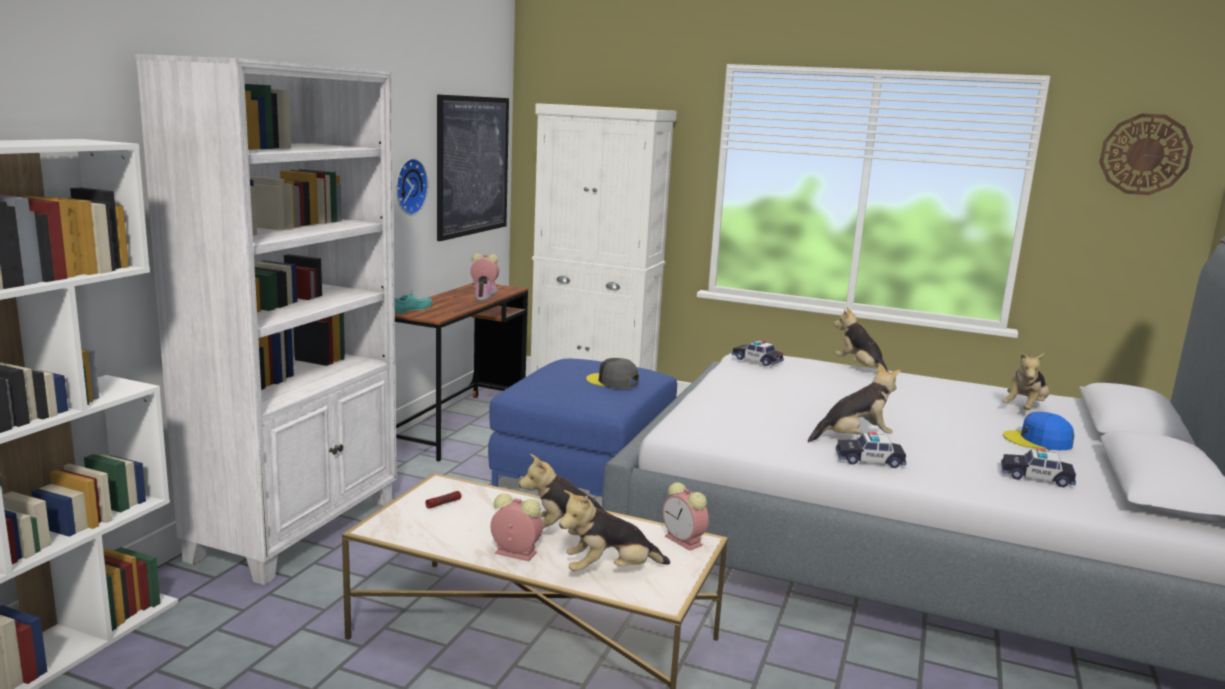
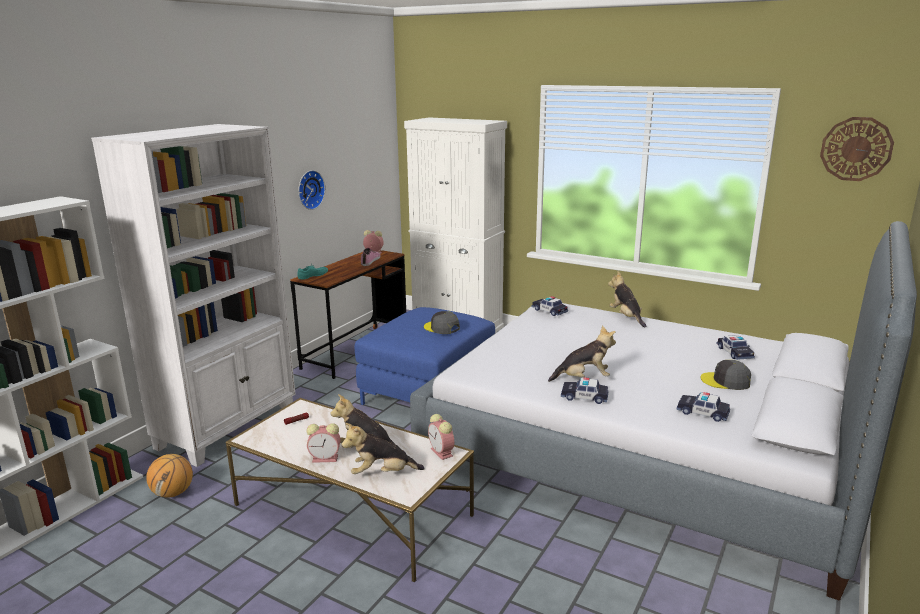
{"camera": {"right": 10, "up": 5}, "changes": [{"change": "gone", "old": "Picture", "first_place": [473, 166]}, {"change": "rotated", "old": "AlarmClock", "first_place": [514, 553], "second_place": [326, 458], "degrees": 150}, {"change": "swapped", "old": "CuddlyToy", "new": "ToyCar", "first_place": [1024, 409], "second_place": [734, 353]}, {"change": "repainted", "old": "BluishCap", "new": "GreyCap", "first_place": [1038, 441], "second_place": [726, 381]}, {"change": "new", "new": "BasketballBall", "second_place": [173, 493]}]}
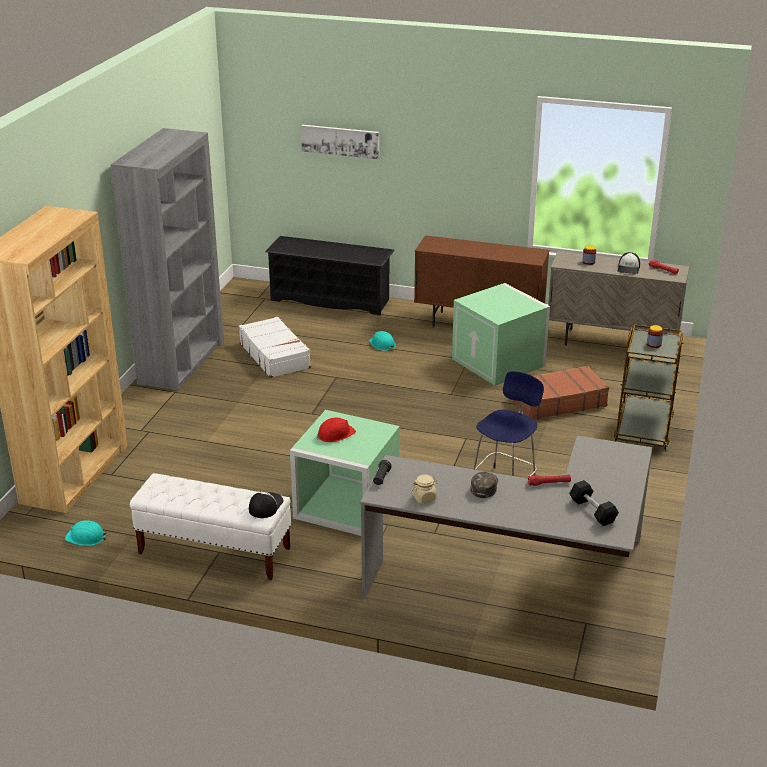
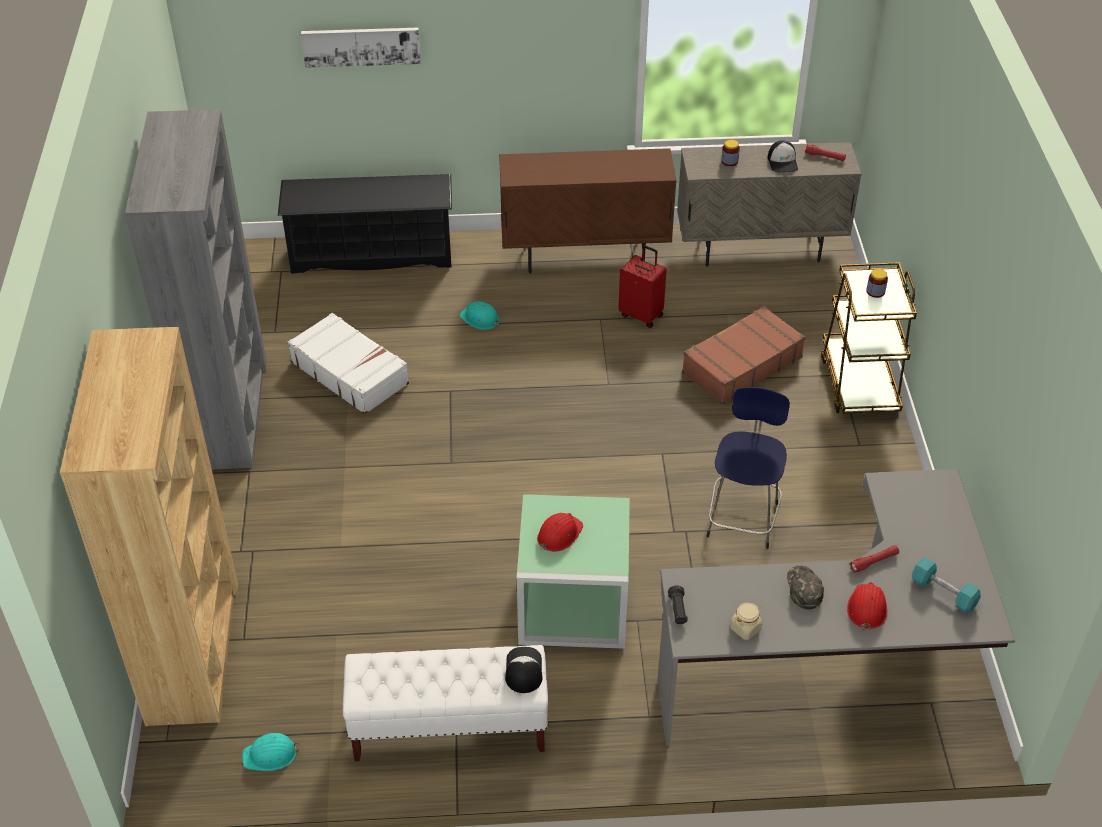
{"camera": {"right": -20, "up": 15}, "changes": [{"change": "swapped", "old": "GreenColouredStorageBin", "new": "RedColouredPieceOfLuggage", "first_place": [500, 362], "second_place": [642, 315]}, {"change": "repainted", "old": "BlackishDumbbell", "new": "TurquoiseDumbbell", "first_place": [592, 511], "second_place": [943, 593]}, {"change": "new", "new": "RedColouredWorkHelmet", "second_place": [867, 608]}]}
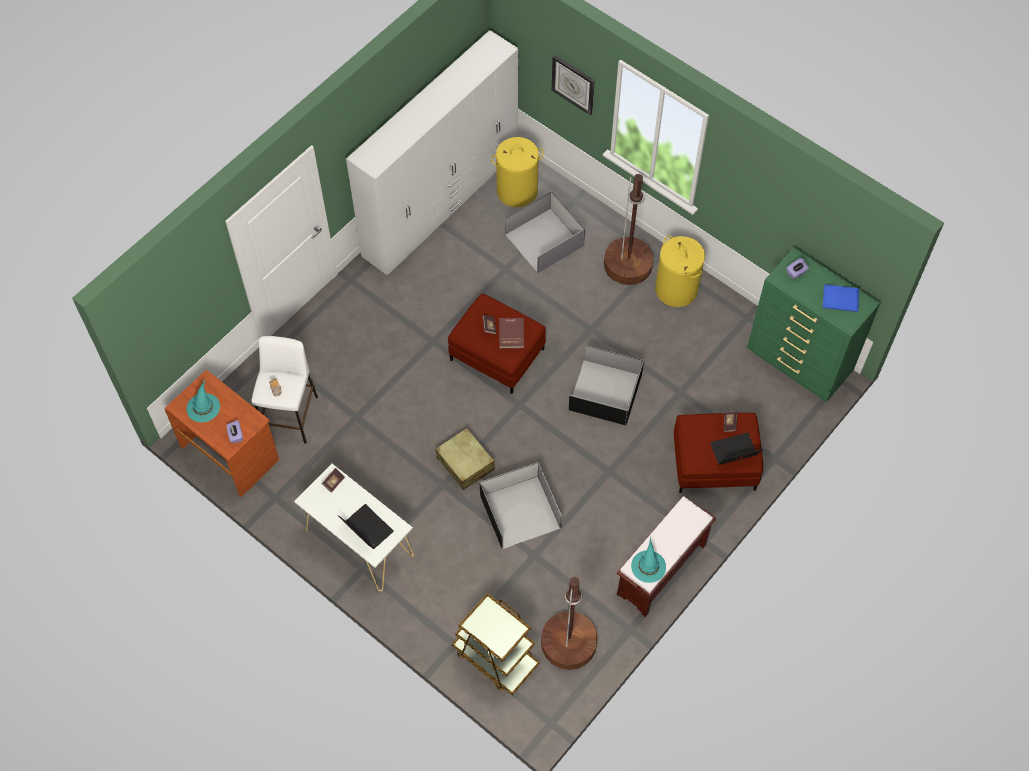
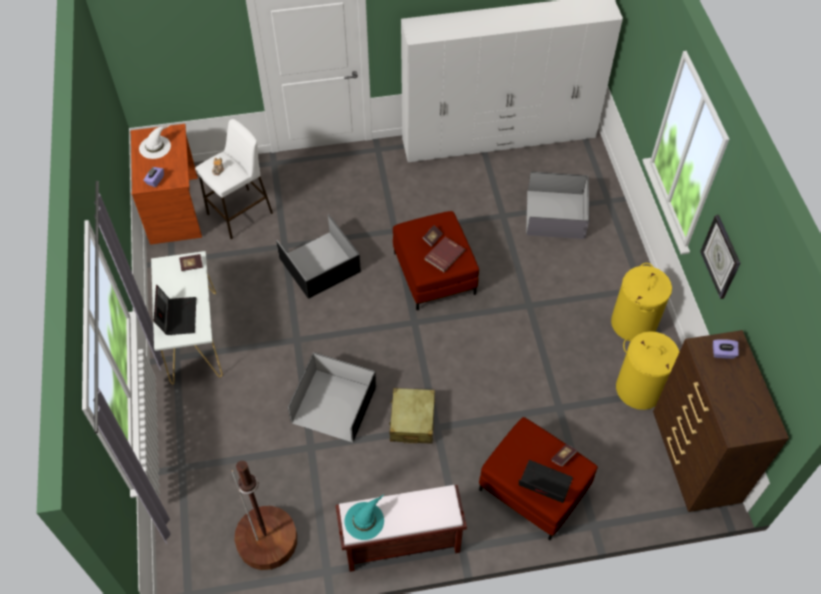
{"camera": {"right": 40, "up": -5}, "changes": [{"change": "repainted", "old": "TurquoiseWearableHat", "new": "WhiteColouredWearableHat", "first_place": [203, 407], "second_place": [155, 146]}, {"change": "shifted", "old": "BeigeColouredPieceOfLuggage", "first_place": [465, 463], "second_place": [412, 421]}, {"change": "gone", "old": "BrownColouredWheeledCart", "first_place": [495, 657]}, {"change": "shifted", "old": "YellowishHamper", "first_place": [517, 191], "second_place": [639, 388]}, {"change": "shifted", "old": "ClockOnTheWall", "first_place": [573, 84], "second_place": [721, 257]}, {"change": "shifted", "old": "BlackishStorageBin", "first_place": [605, 391], "second_place": [320, 264]}, {"change": "gone", "old": "BrownColouredStandingLamp", "first_place": [628, 264]}, {"change": "repainted", "old": "GreenColouredDresser", "new": "BrownColouredDresser", "first_place": [798, 363], "second_place": [693, 460]}, {"change": "gone", "old": "BluishVolume", "first_place": [840, 298]}]}
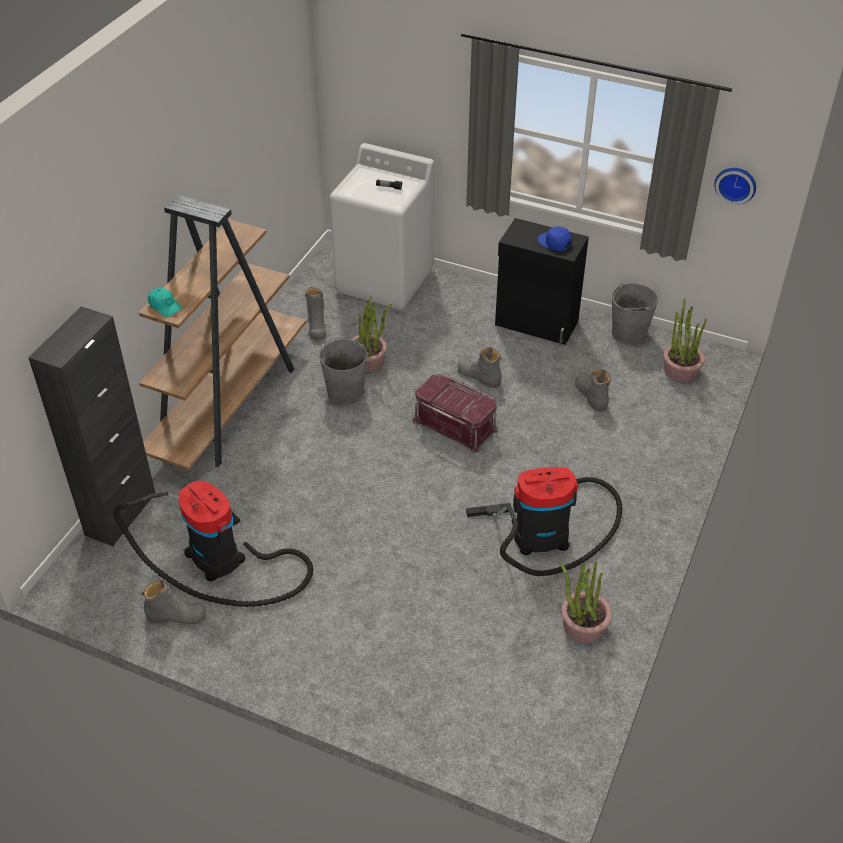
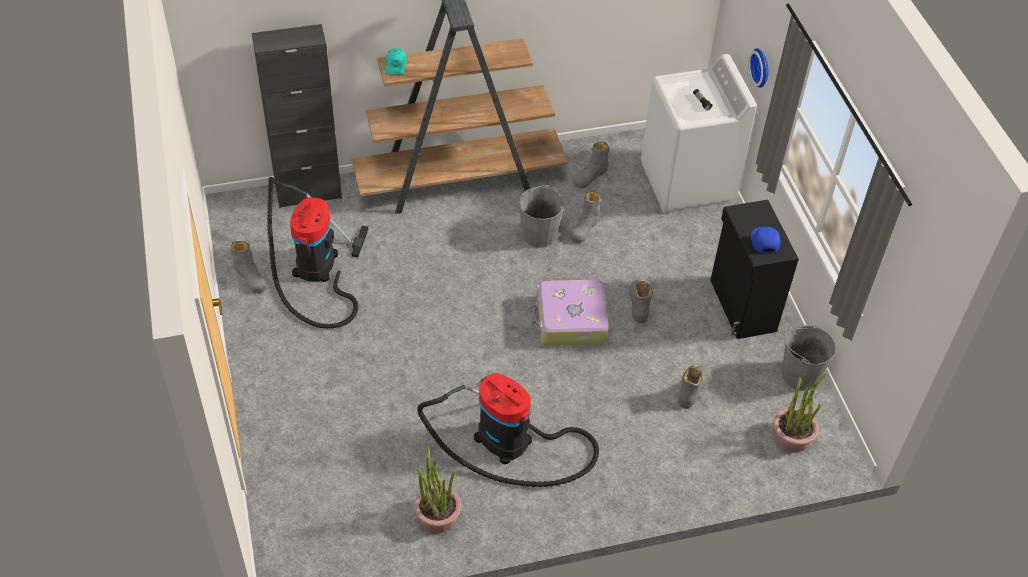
{"camera": {"right": 50, "up": 5}, "changes": [{"change": "swapped", "old": "PottedPlant", "new": "GreyHighTopBoot", "first_place": [367, 361], "second_place": [584, 228]}, {"change": "swapped", "old": "RedColouredStorageBin", "new": "PieceOfLuggage", "first_place": [455, 424], "second_place": [570, 320]}, {"change": "shifted", "old": "ClockOnTheWall", "first_place": [736, 184], "second_place": [762, 67]}]}
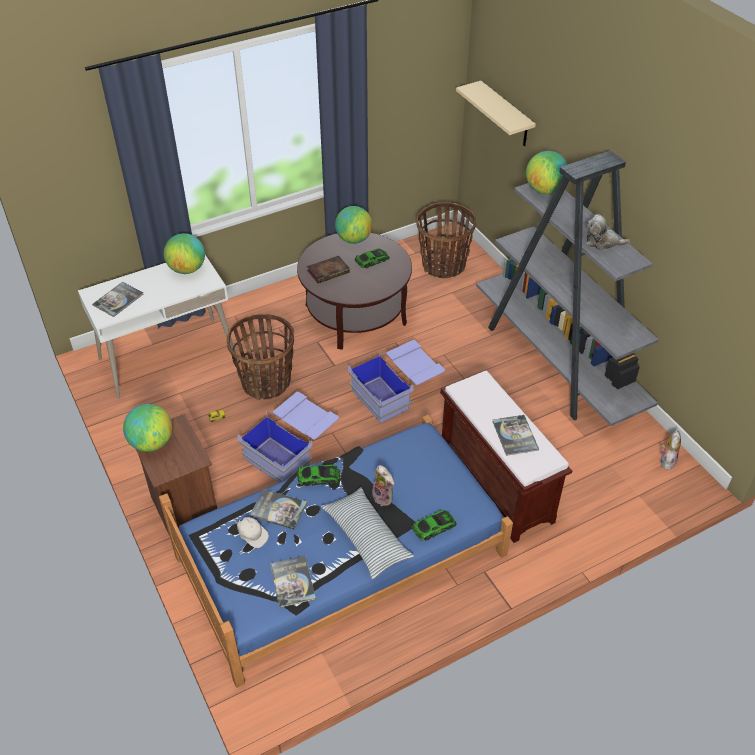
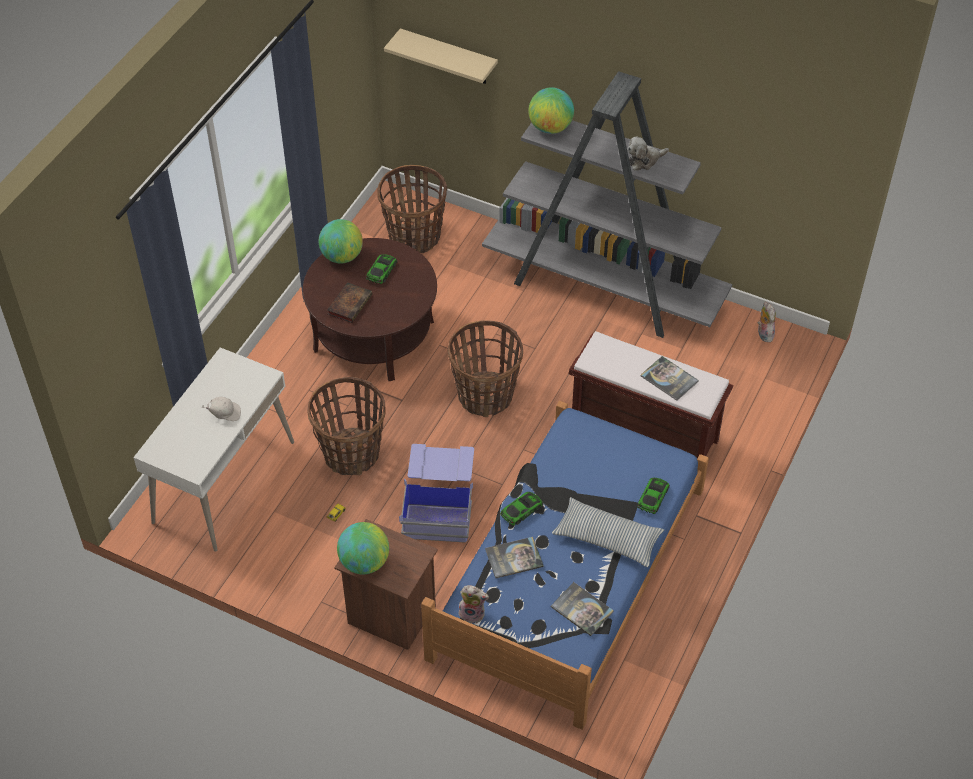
{"camera": {"right": -35, "up": 5}, "changes": [{"change": "gone", "old": "Volume", "first_place": [118, 300]}, {"change": "gone", "old": "Globe", "first_place": [187, 269]}, {"change": "shifted", "old": "WhiteColouredCap", "first_place": [252, 536], "second_place": [225, 413]}, {"change": "swapped", "old": "BluishStorageBin", "new": "Basket", "first_place": [397, 392], "second_place": [485, 395]}, {"change": "shifted", "old": "CuddlyToy", "first_place": [384, 497], "second_place": [473, 613]}]}
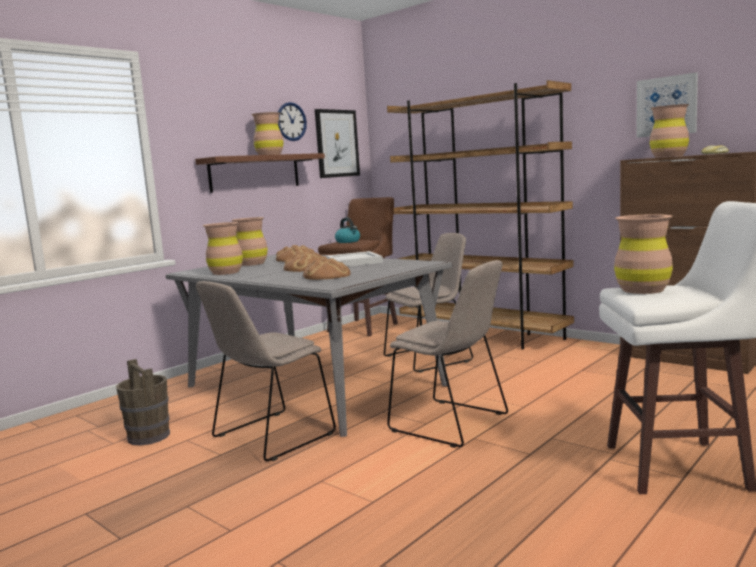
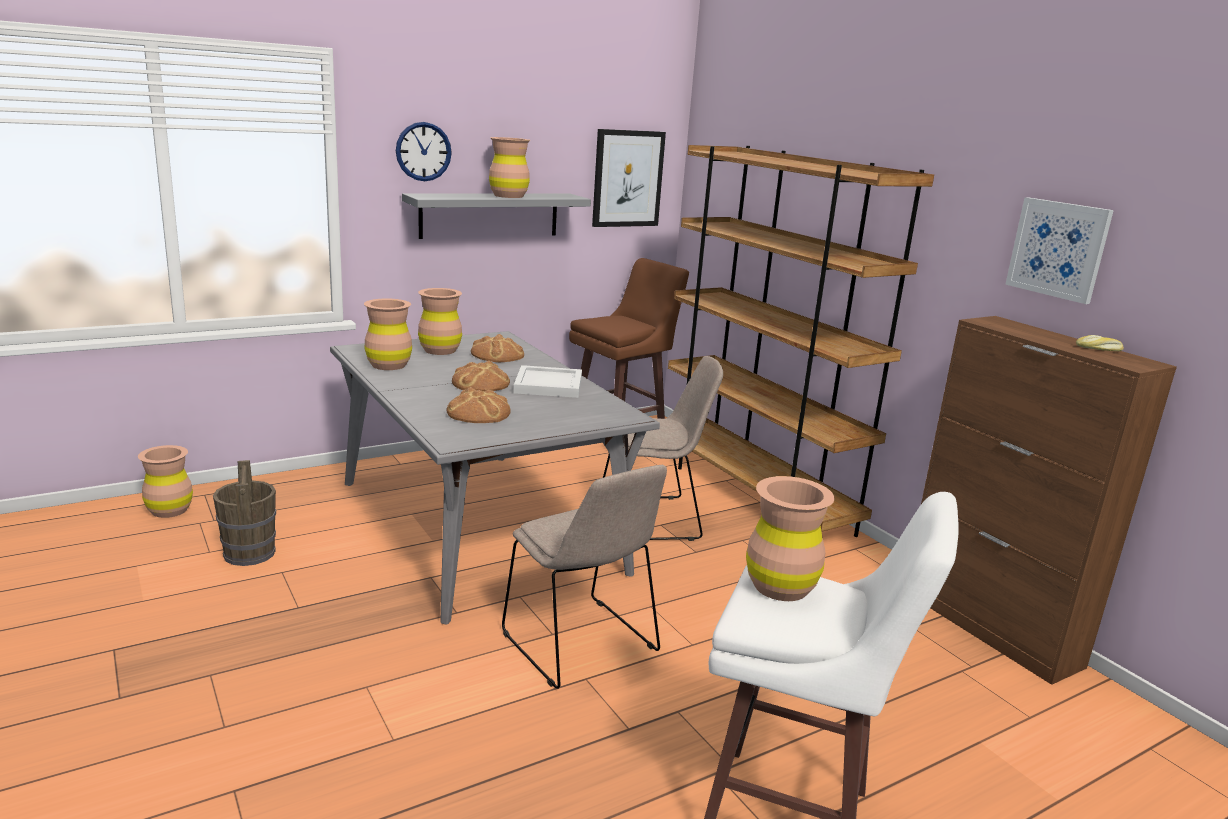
{"camera": {"right": 15, "up": 10}, "changes": [{"change": "repainted", "old": "BrownColouredShelf", "new": "GreyShelf", "first_place": [255, 173], "second_place": [490, 215]}, {"change": "gone", "old": "BeigeColouredChair", "first_place": [270, 437]}, {"change": "shifted", "old": "ClockOnTheWall", "first_place": [291, 121], "second_place": [423, 151]}, {"change": "gone", "old": "TeaKettle", "first_place": [348, 241]}, {"change": "shifted", "old": "BrownColouredDecorativeVase", "first_place": [668, 156], "second_place": [169, 510]}]}
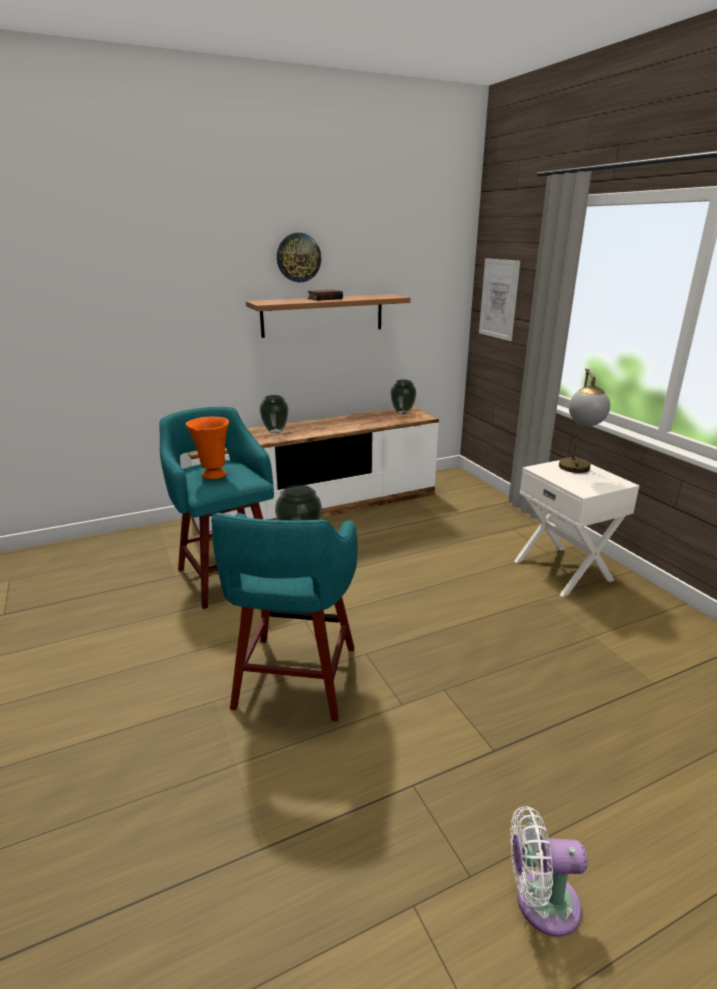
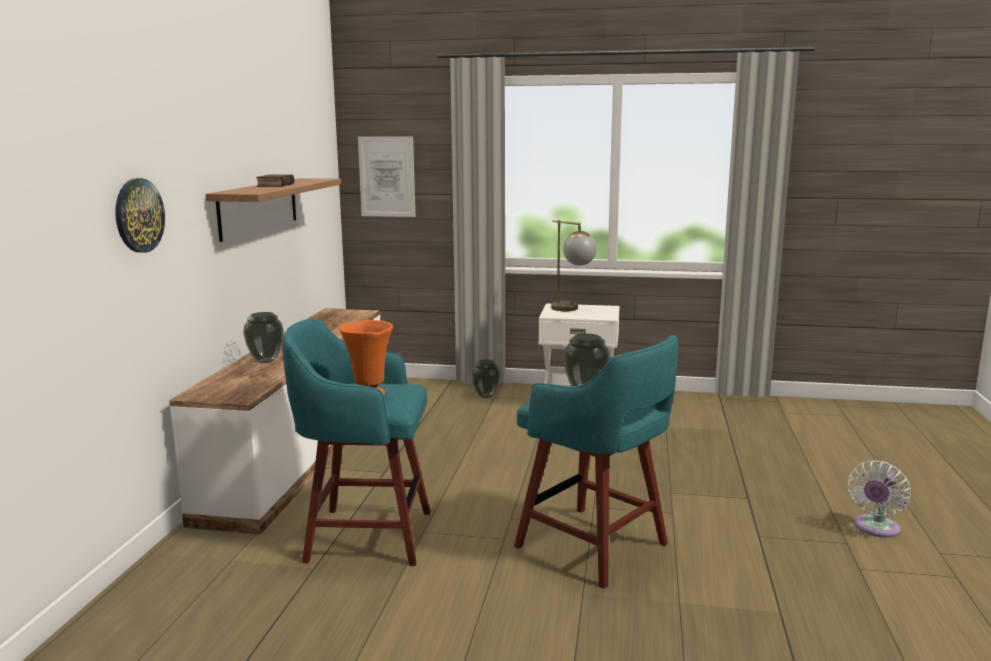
{"camera": {"right": -55, "up": -10}, "changes": [{"change": "shifted", "old": "ClockOnTheWall", "first_place": [298, 257], "second_place": [138, 215]}, {"change": "shifted", "old": "DecorativeVase", "first_place": [403, 413], "second_place": [486, 396]}]}
